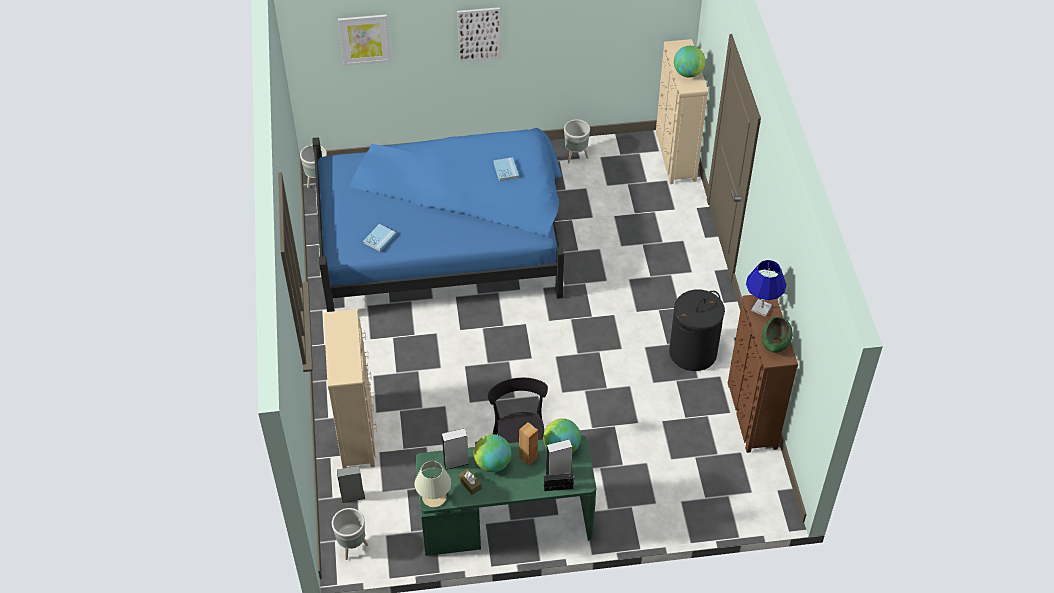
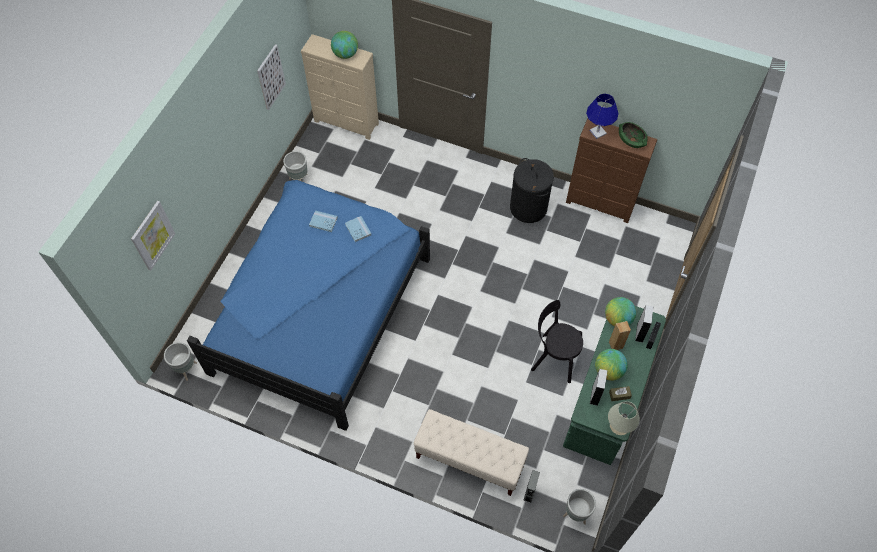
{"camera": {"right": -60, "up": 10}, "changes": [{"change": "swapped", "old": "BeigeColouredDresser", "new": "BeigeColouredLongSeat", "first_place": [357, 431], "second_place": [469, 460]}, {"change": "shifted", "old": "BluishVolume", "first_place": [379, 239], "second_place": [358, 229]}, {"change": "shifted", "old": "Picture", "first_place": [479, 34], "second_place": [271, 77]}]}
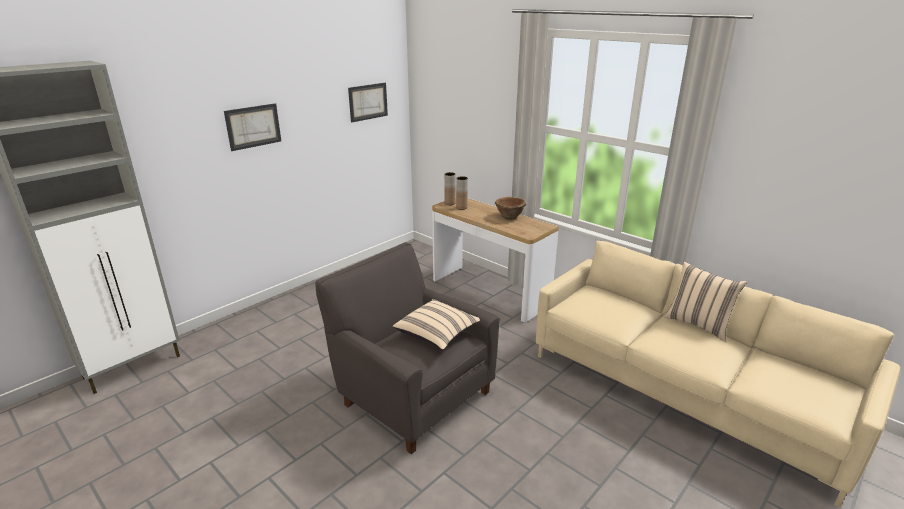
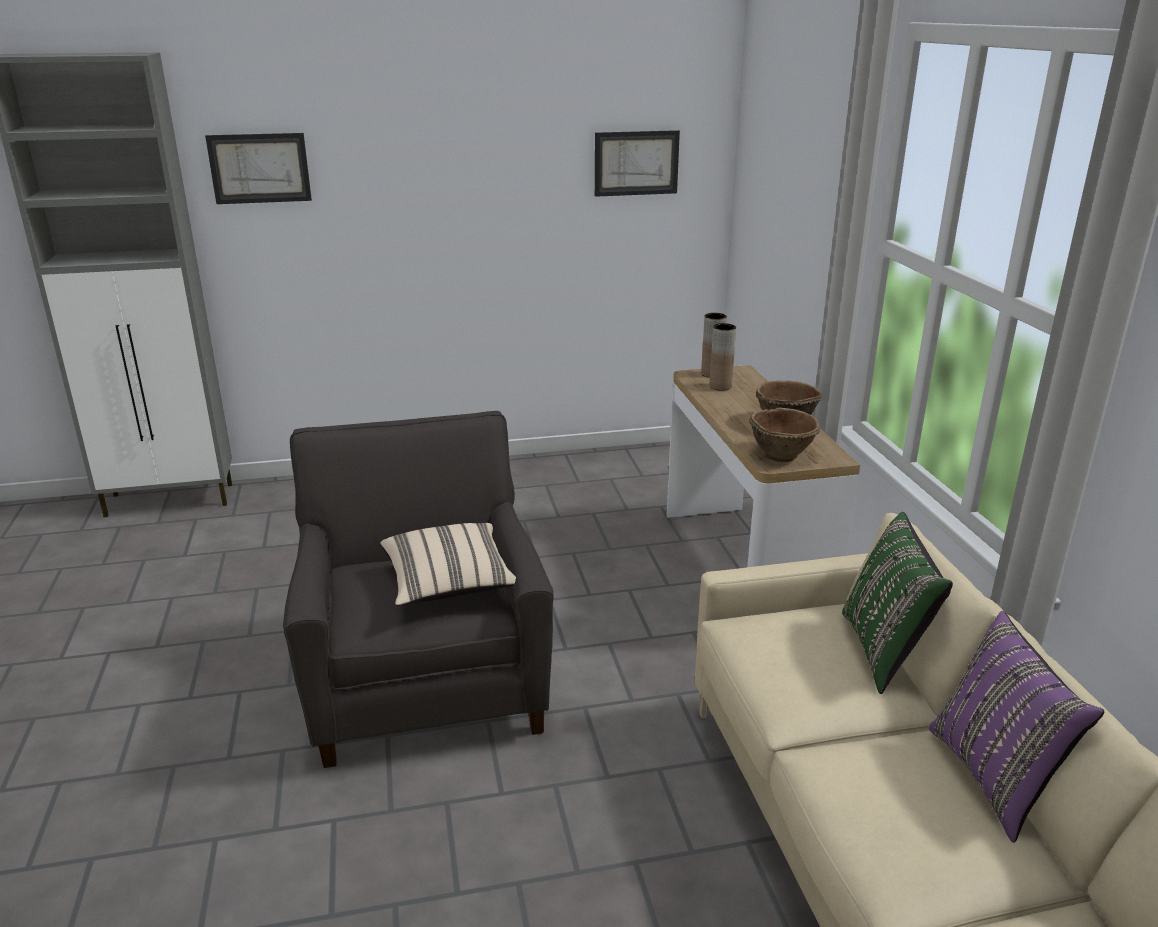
{"camera": {"right": 35, "up": 0}, "changes": [{"change": "shifted", "old": "Picture", "first_place": [253, 126], "second_place": [259, 168]}, {"change": "repainted", "old": "BeigeColouredCushion", "new": "PurplishCushion", "first_place": [698, 324], "second_place": [995, 778]}, {"change": "new", "new": "BrownColouredDeepDish", "second_place": [781, 455]}, {"change": "new", "new": "GreenColouredCushion", "second_place": [885, 651]}]}
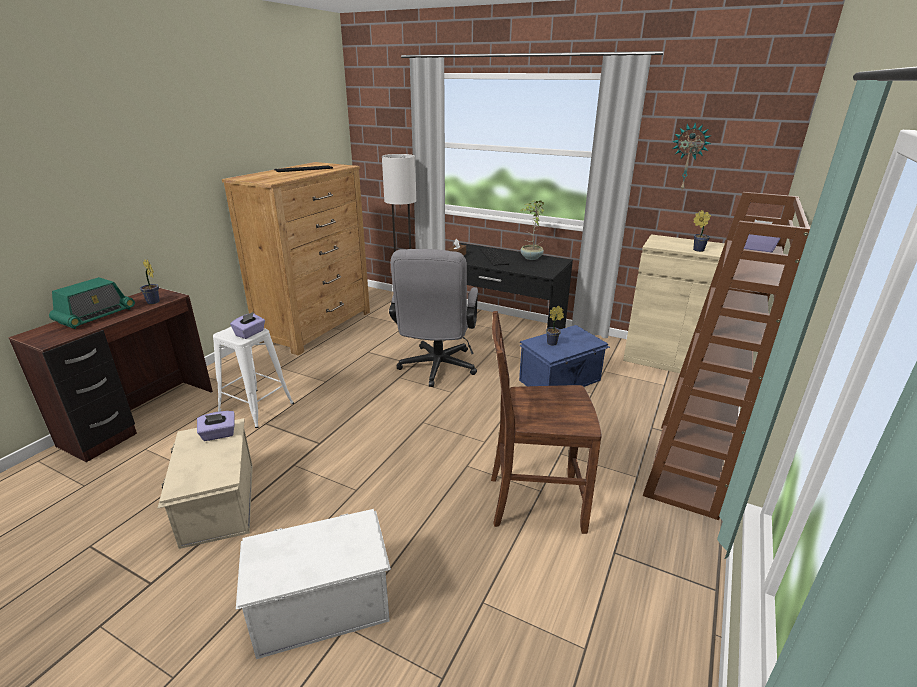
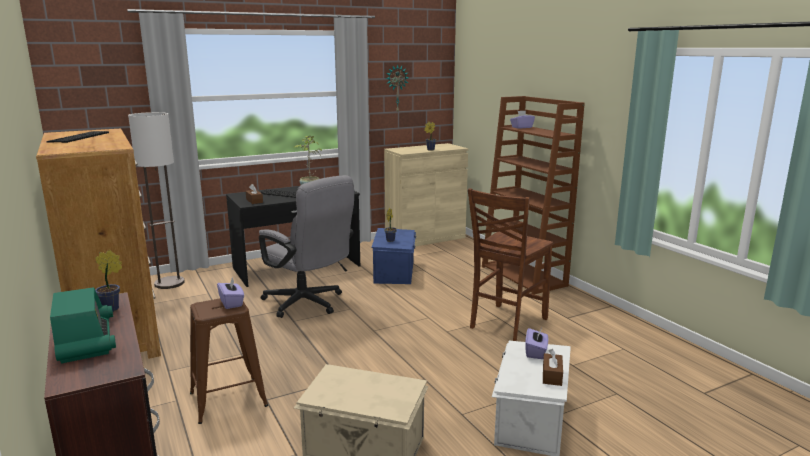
{"camera": {"right": -55, "up": -10}, "changes": [{"change": "shifted", "old": "PurplishTissueBox", "first_place": [219, 434], "second_place": [536, 352]}, {"change": "repainted", "old": "WhiteColouredStool", "new": "BrownColouredStool", "first_place": [256, 408], "second_place": [228, 399]}, {"change": "new", "new": "BrownColouredTissueBox", "second_place": [552, 375]}]}
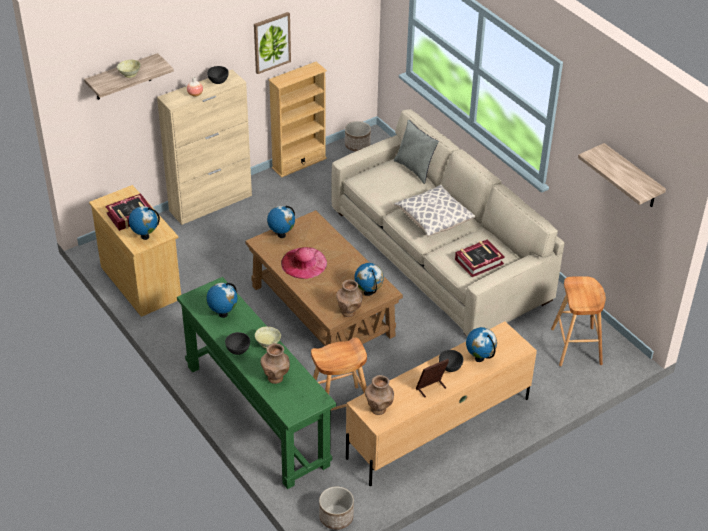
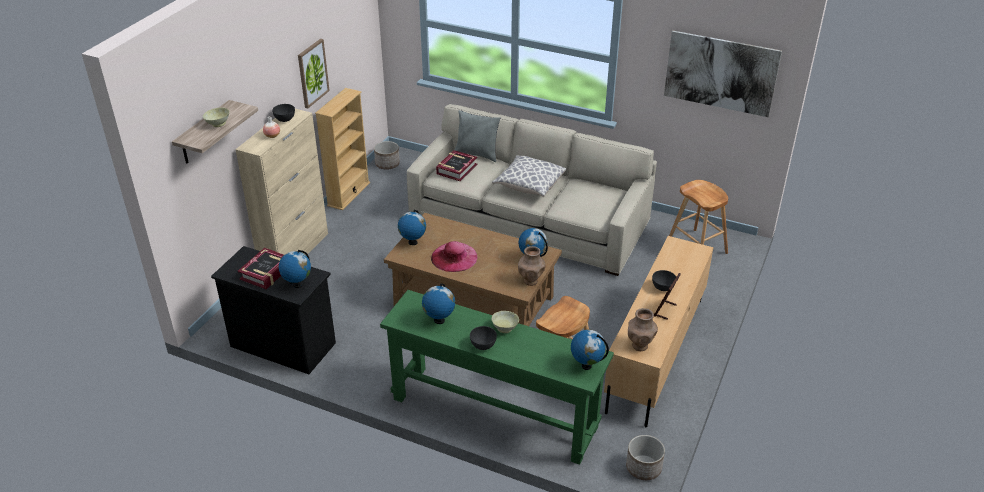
{"camera": {"right": -30, "up": -5}, "changes": [{"change": "repainted", "old": "BeigeColouredDresser", "new": "BlackishDresser", "first_place": [140, 282], "second_place": [282, 344]}, {"change": "gone", "old": "BrownColouredDecorativeVase", "first_place": [275, 377]}, {"change": "shifted", "old": "Volume", "first_place": [479, 261], "second_place": [456, 169]}, {"change": "shifted", "old": "Globe", "first_place": [479, 358], "second_place": [586, 365]}, {"change": "swapped", "old": "Shelf", "new": "Picture", "first_place": [632, 177], "second_place": [720, 73]}]}
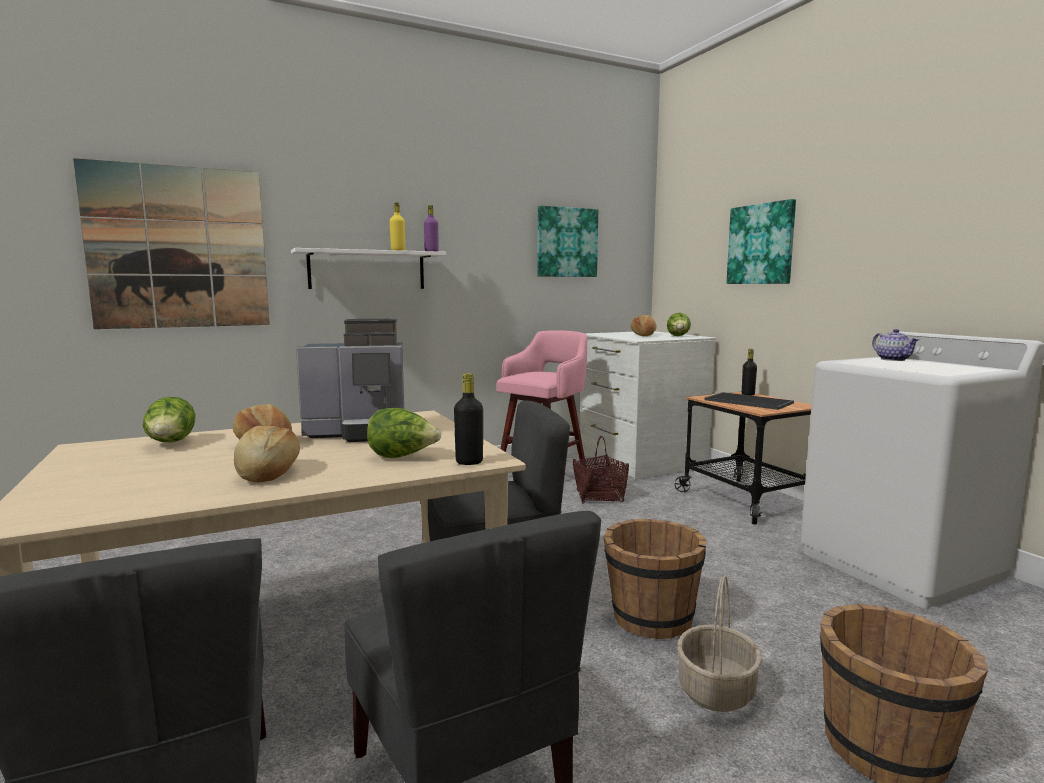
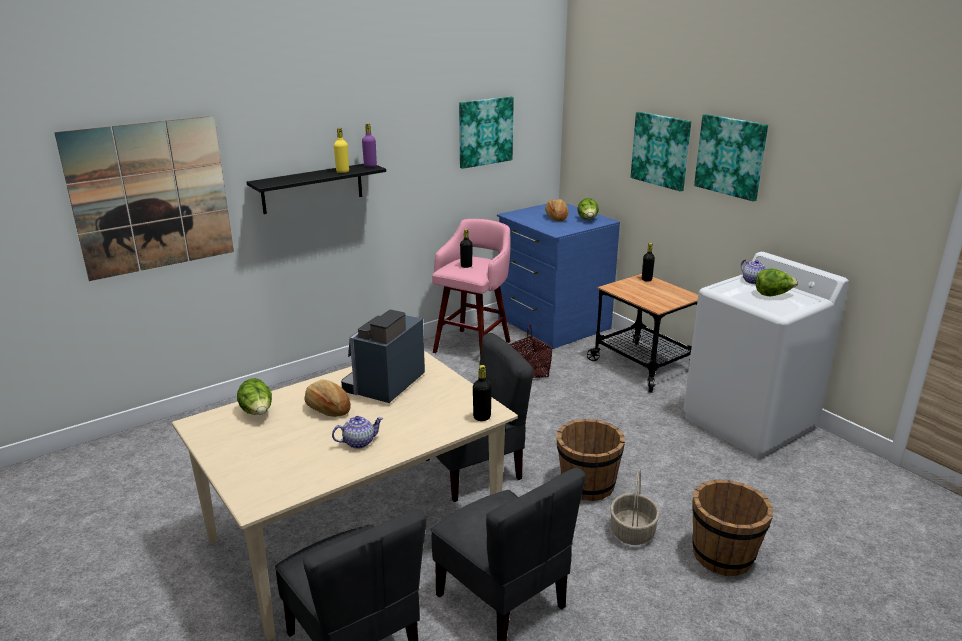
{"camera": {"right": -10, "up": 15}, "changes": [{"change": "swapped", "old": "BakedBread", "new": "PotForTea", "first_place": [267, 473], "second_place": [359, 442]}, {"change": "repainted", "old": "WhiteColouredShelf", "new": "BlackishShelf", "first_place": [367, 270], "second_place": [312, 188]}, {"change": "rotated", "old": "CoffeeMaker", "first_place": [360, 432], "second_place": [384, 385], "degrees": 135}, {"change": "shifted", "old": "Lettuce", "first_place": [402, 457], "second_place": [773, 295]}, {"change": "repainted", "old": "WhiteColouredDresser", "new": "BluishDresser", "first_place": [639, 460], "second_place": [552, 324]}, {"change": "gone", "old": "Tray", "first_place": [747, 401]}, {"change": "new", "new": "BlackishDrinkBottle", "second_place": [466, 266]}, {"change": "new", "new": "Picture", "second_place": [731, 156]}]}
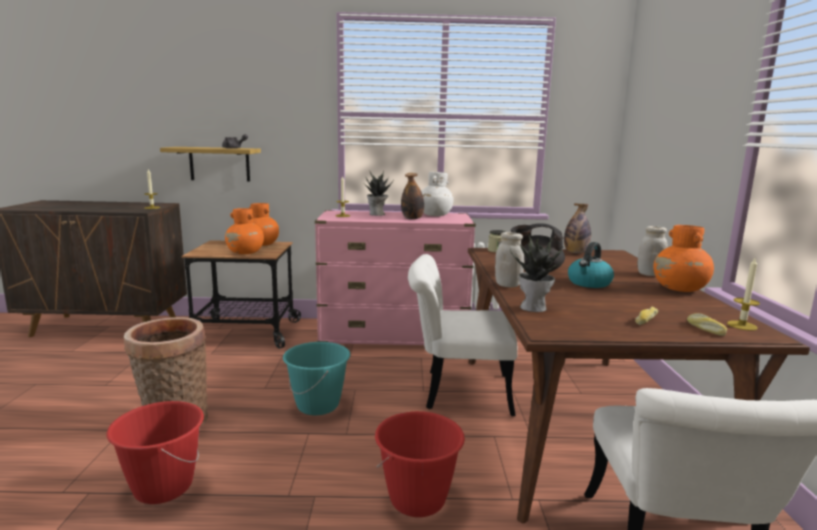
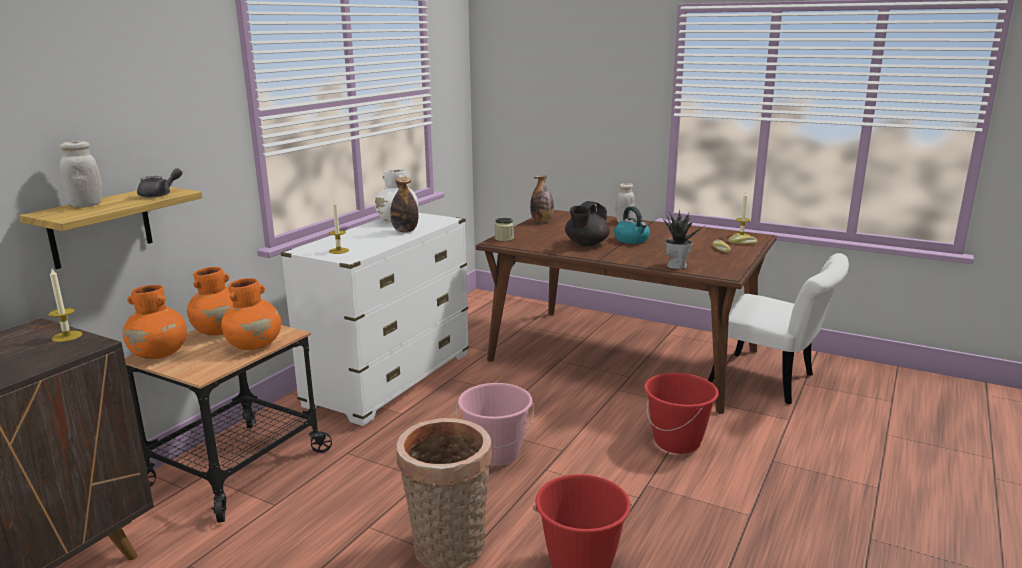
{"camera": {"right": -60, "up": 5}, "changes": [{"change": "repainted", "old": "TurquoisePail", "new": "PinkColouredPail", "first_place": [318, 405], "second_place": [496, 454]}, {"change": "repainted", "old": "PinkColouredDresser", "new": "WhiteColouredDresser", "first_place": [394, 339], "second_place": [390, 380]}, {"change": "gone", "old": "PottedPlant", "first_place": [377, 214]}, {"change": "gone", "old": "WhiteColouredChair", "first_place": [456, 391]}, {"change": "shifted", "old": "WhiteColouredStorageJar", "first_place": [508, 285], "second_place": [86, 205]}, {"change": "shifted", "old": "OrangeyDecorativeVase", "first_place": [679, 289], "second_place": [159, 354]}]}
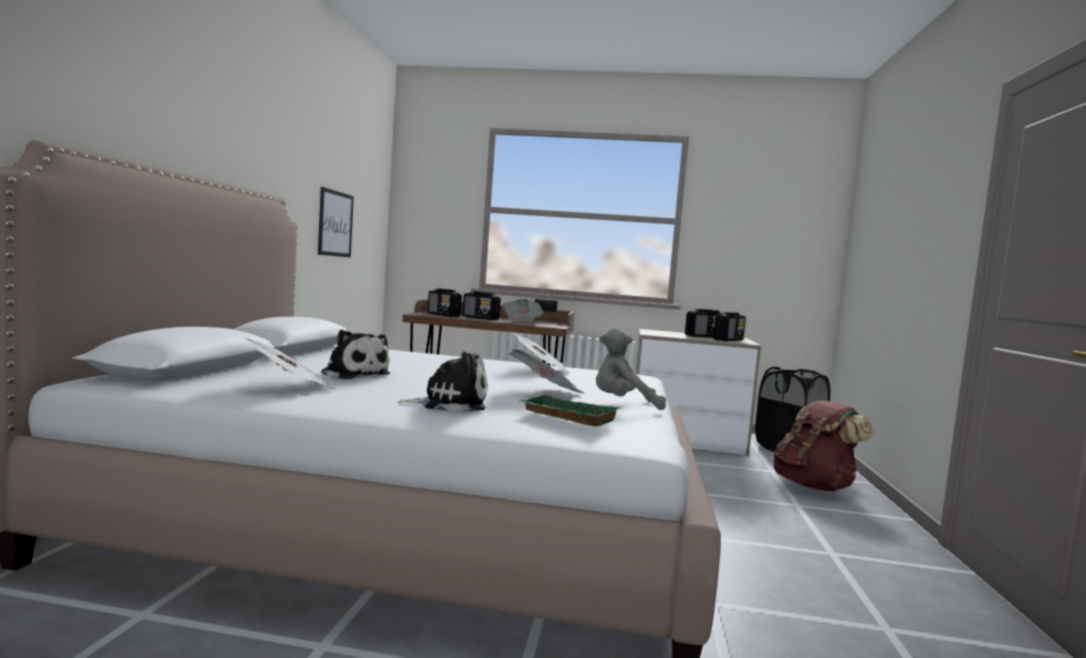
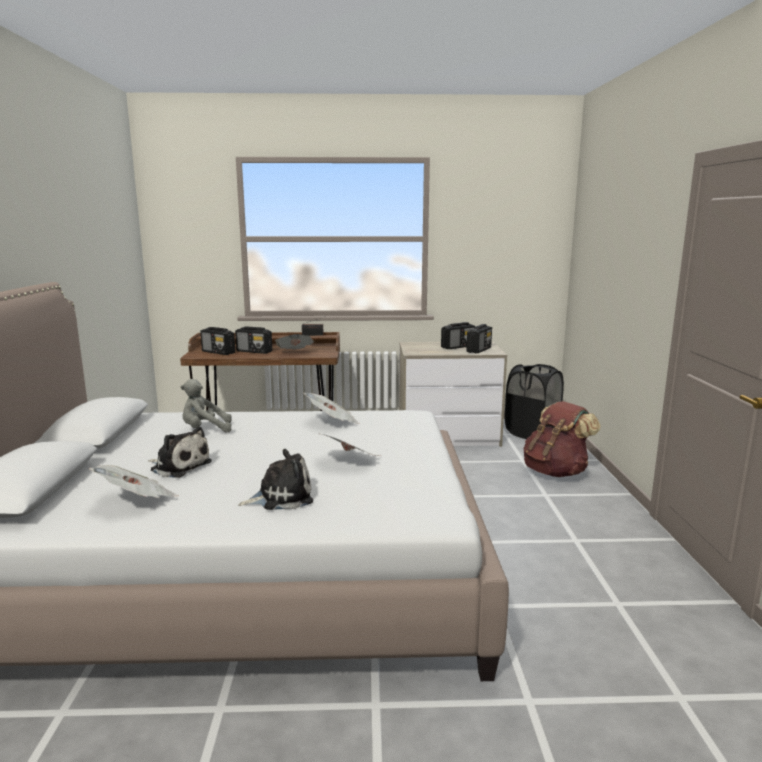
{"camera": {"right": -10, "up": 10}, "changes": [{"change": "gone", "old": "Picture", "first_place": [335, 224]}, {"change": "gone", "old": "GreenColouredTray", "first_place": [566, 416]}, {"change": "shifted", "old": "GreyCuddlyToy", "first_place": [623, 405], "second_place": [205, 430]}]}
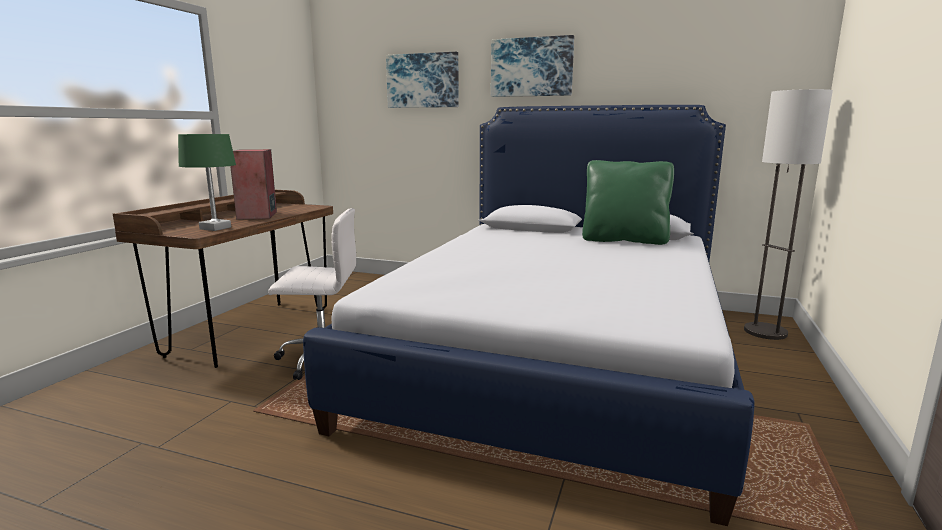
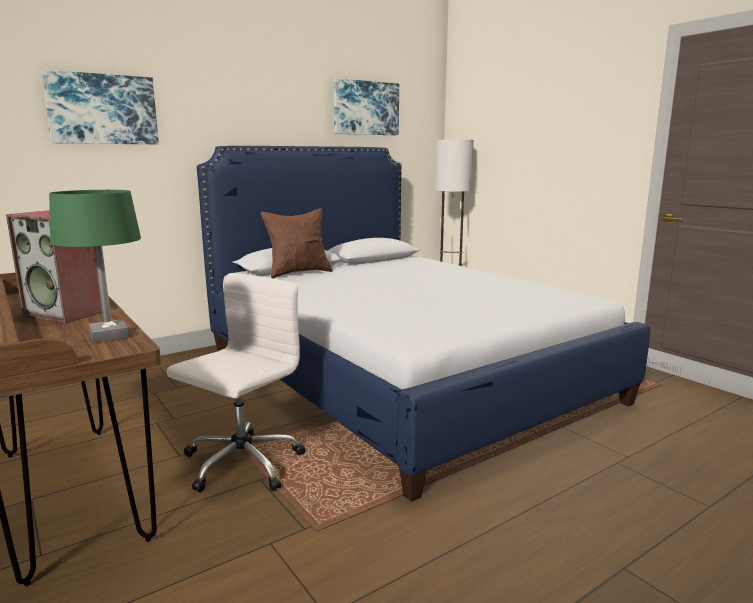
{"camera": {"right": -55, "up": 0}, "changes": [{"change": "shifted", "old": "Picture", "first_place": [531, 67], "second_place": [365, 108]}, {"change": "gone", "old": "GreenColouredCushion", "first_place": [624, 240]}, {"change": "new", "new": "BrownColouredCushion", "second_place": [298, 273]}]}
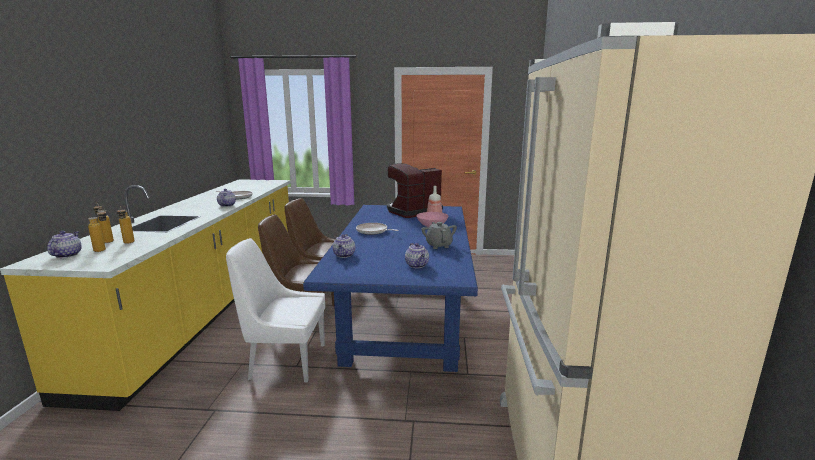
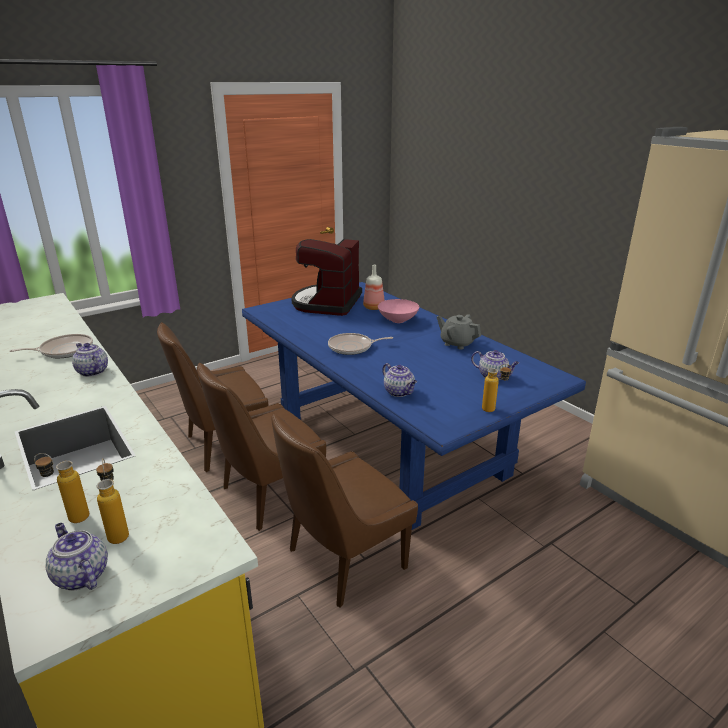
{"camera": {"right": -40, "up": 10}, "changes": [{"change": "shifted", "old": "DrinkBottle", "first_place": [128, 243], "second_place": [493, 410]}, {"change": "repainted", "old": "WhiteColouredChair", "new": "BrownColouredChair", "first_place": [285, 361], "second_place": [342, 560]}]}
